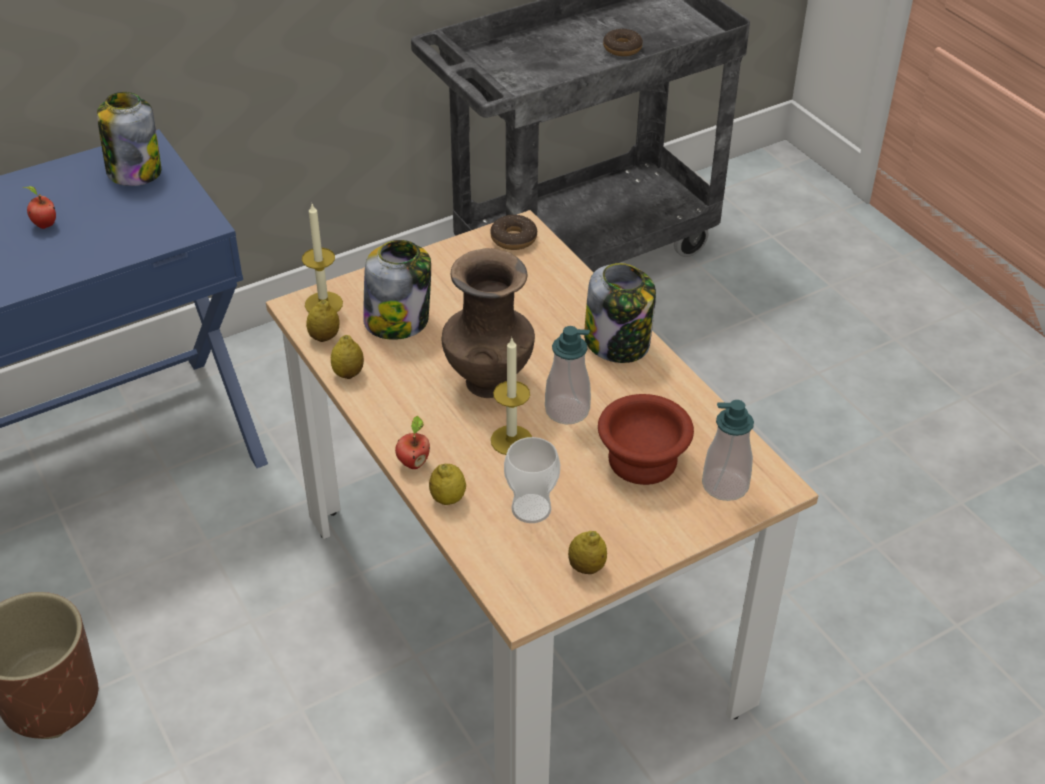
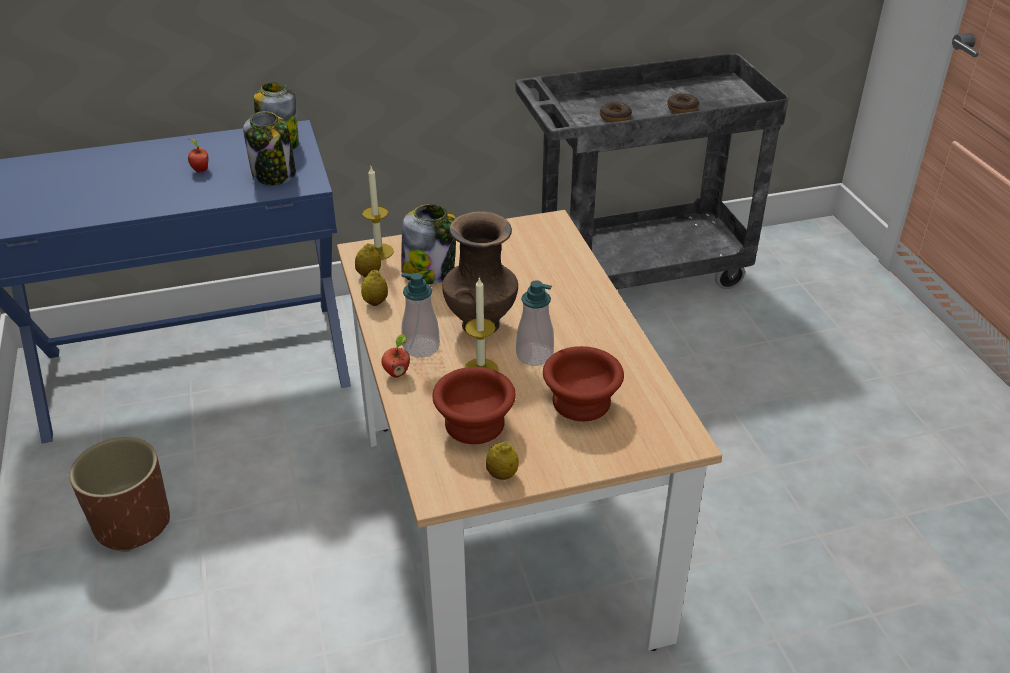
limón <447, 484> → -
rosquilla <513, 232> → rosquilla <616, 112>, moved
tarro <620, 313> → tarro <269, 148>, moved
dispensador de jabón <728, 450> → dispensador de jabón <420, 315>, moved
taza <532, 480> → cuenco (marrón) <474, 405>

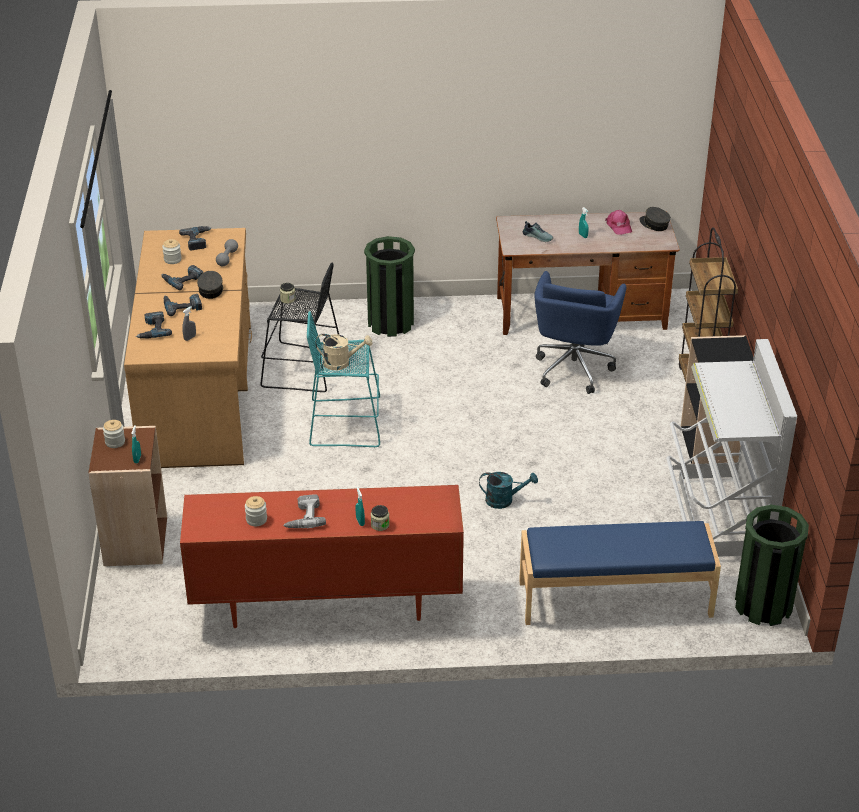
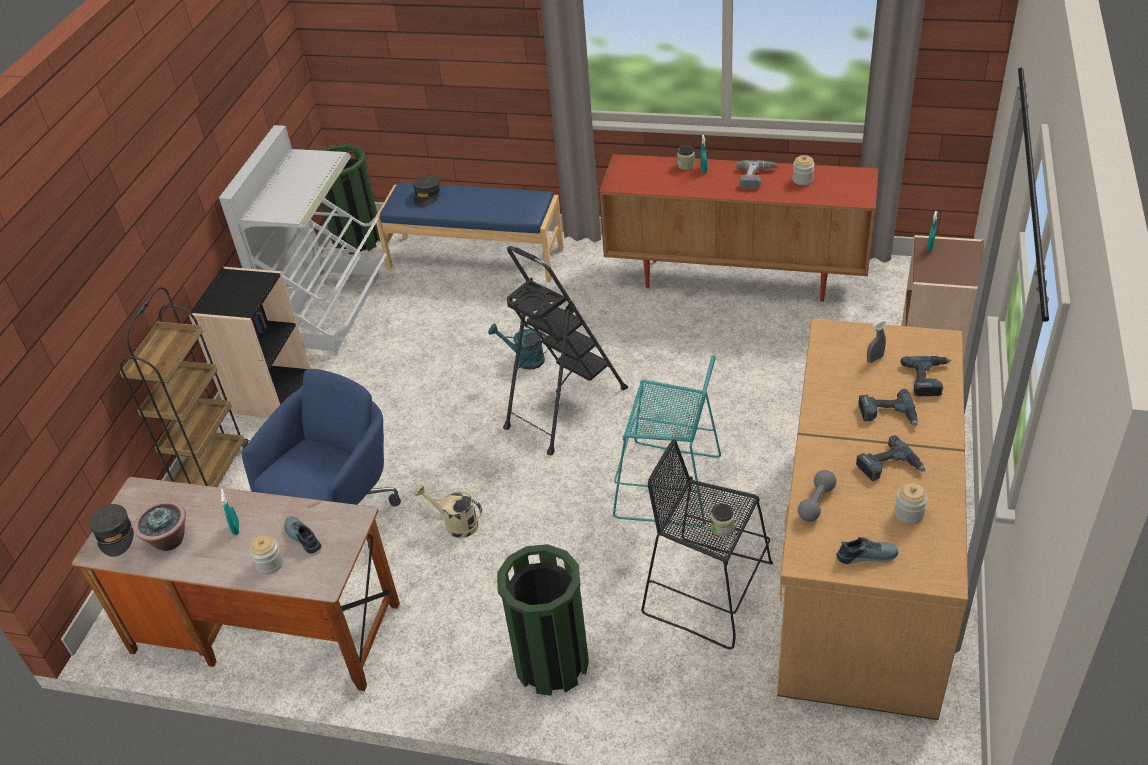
- → escalera de tijera <565, 350>
tarro <114, 434> → tarro <266, 554>, moved
gorra (gris) <210, 285> → gorra (gris) <426, 191>, moved
regadera (beis) <343, 352> → regadera (beis) <448, 511>, moved
taladro <195, 238> → zapato <867, 550>
gorra (rosa) <618, 222> → planta en maceta <160, 526>

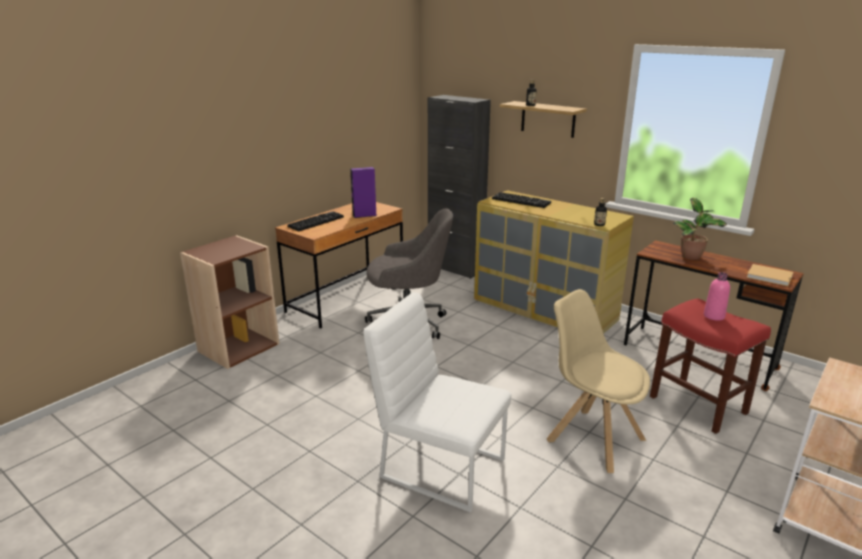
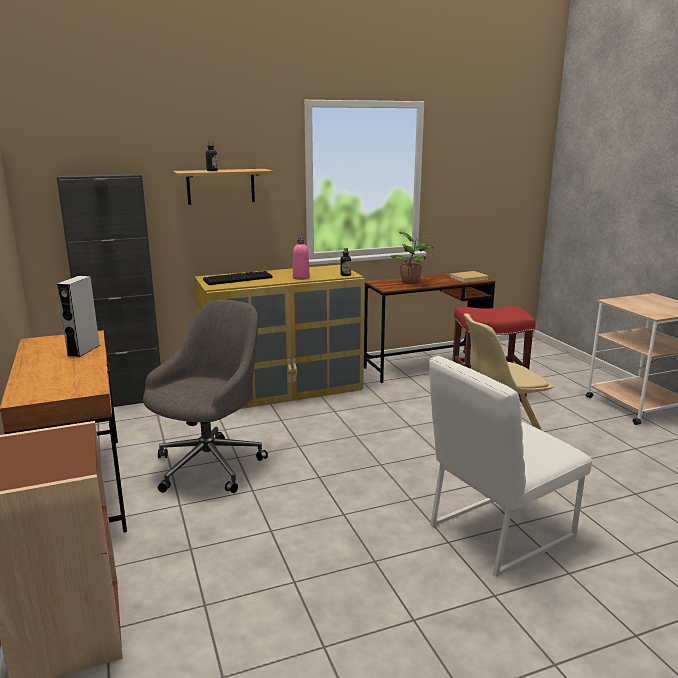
teclado <315, 221> → -
botella (rosa) <717, 296> → botella (rosa) <301, 259>, moved
altavoz (morado) <363, 192> → altavoz (gris) <78, 316>

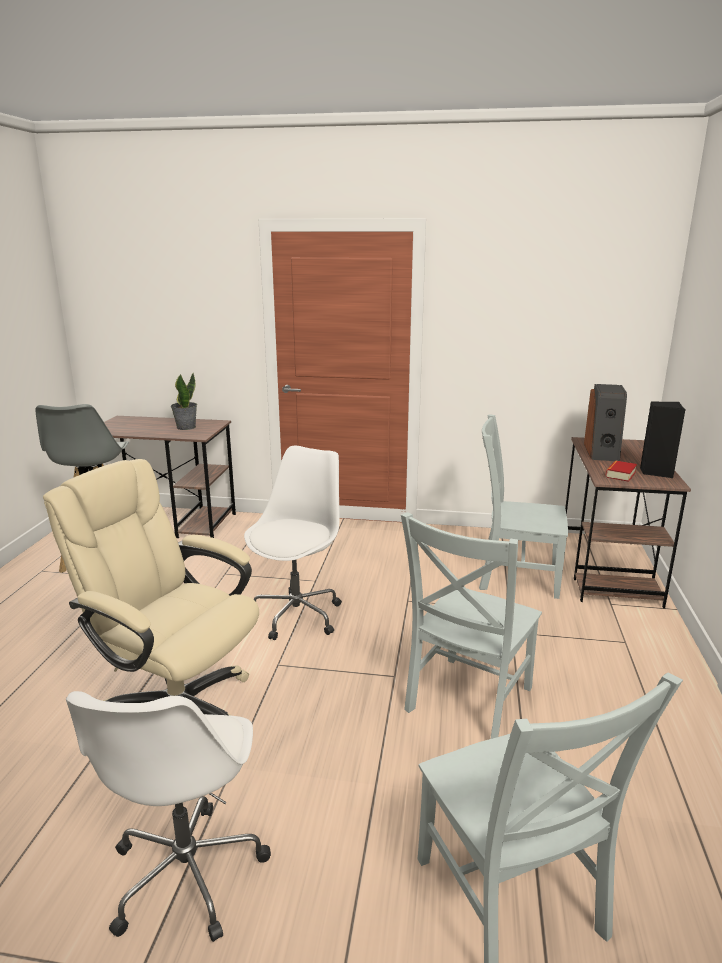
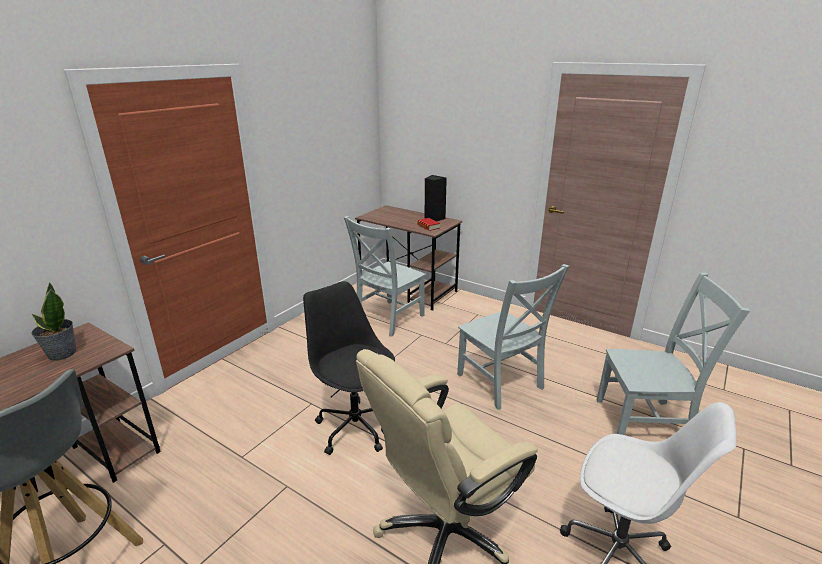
altavoz <605, 422> → -
silla de oficina (blanco) <293, 543> → silla de oficina (negro) <349, 368>

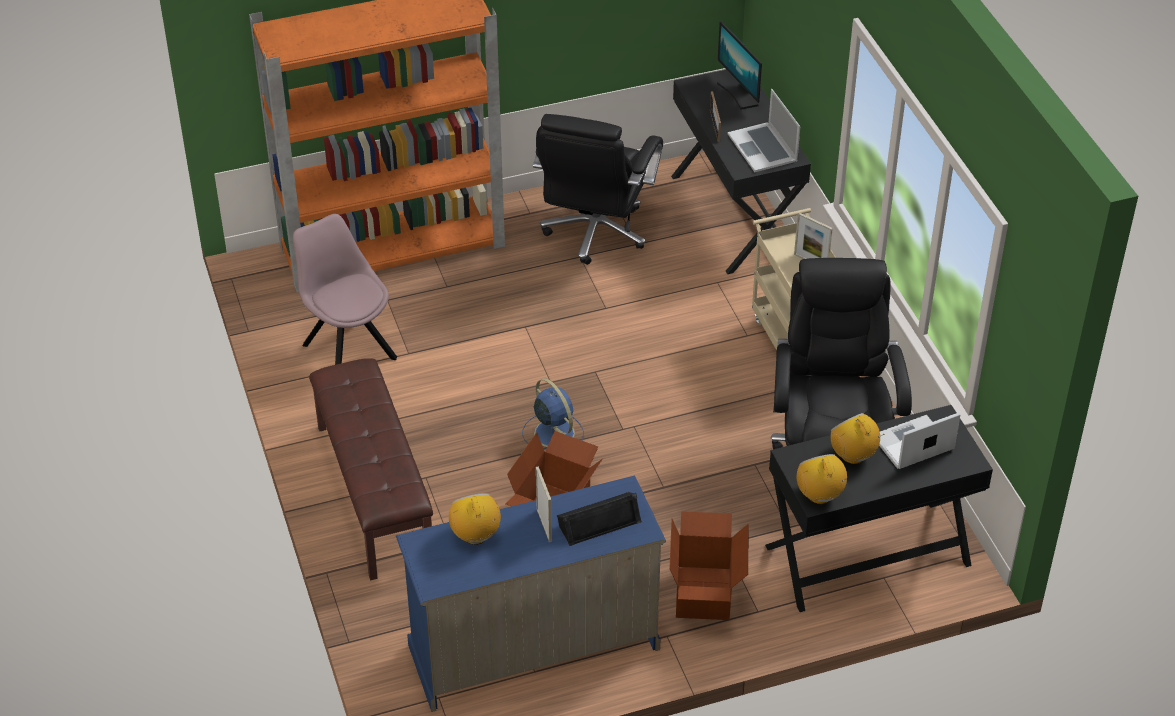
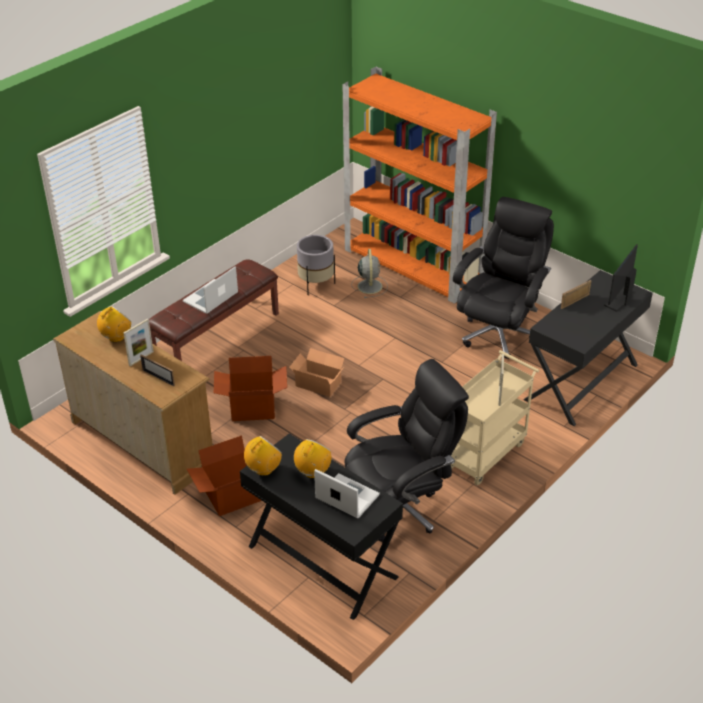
- → ventilador (gris) <369, 273>
portátil <764, 130> → portátil <210, 290>, moved
silla (rosa) <345, 289> → maceta (gris) <316, 265>
ventilador (azul) <553, 413> → caja de cartón <317, 372>
altavoz (negro) <599, 519> → portarretratos <157, 370>
armario (azul) <531, 593> → armario (marrón) <133, 403>
silla de oficina (negro) <598, 189> → silla de oficina (negro) <503, 278>, 135 degrees clockwise

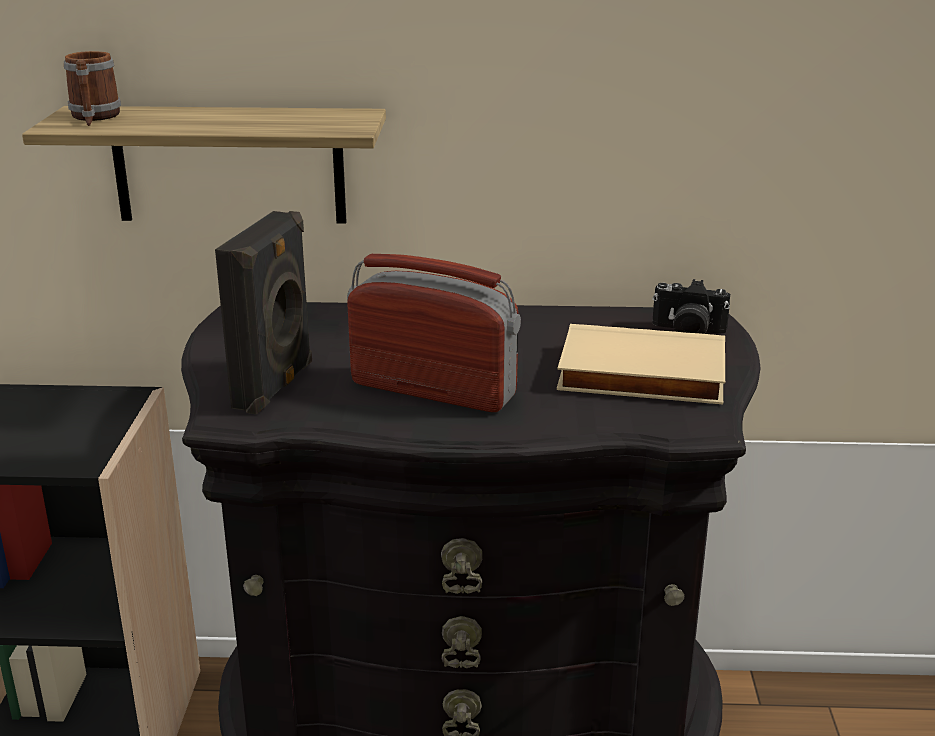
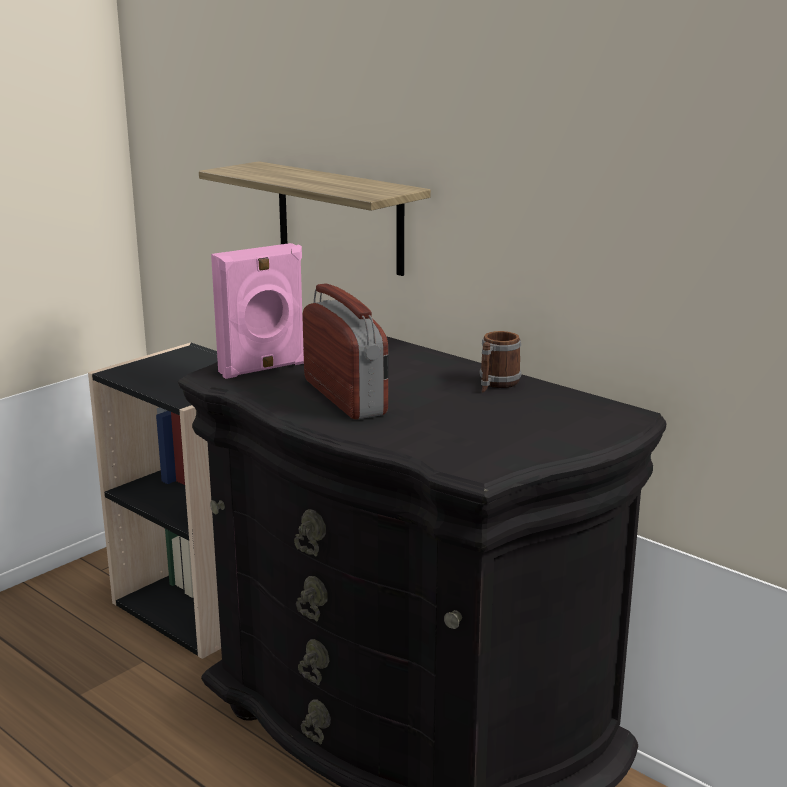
libro (beis) <641, 364> → -
cámara <691, 306> → -
taza grande <92, 88> → taza grande <500, 362>, moved
altavoz (negro) <263, 313> → altavoz (rosa) <257, 311>

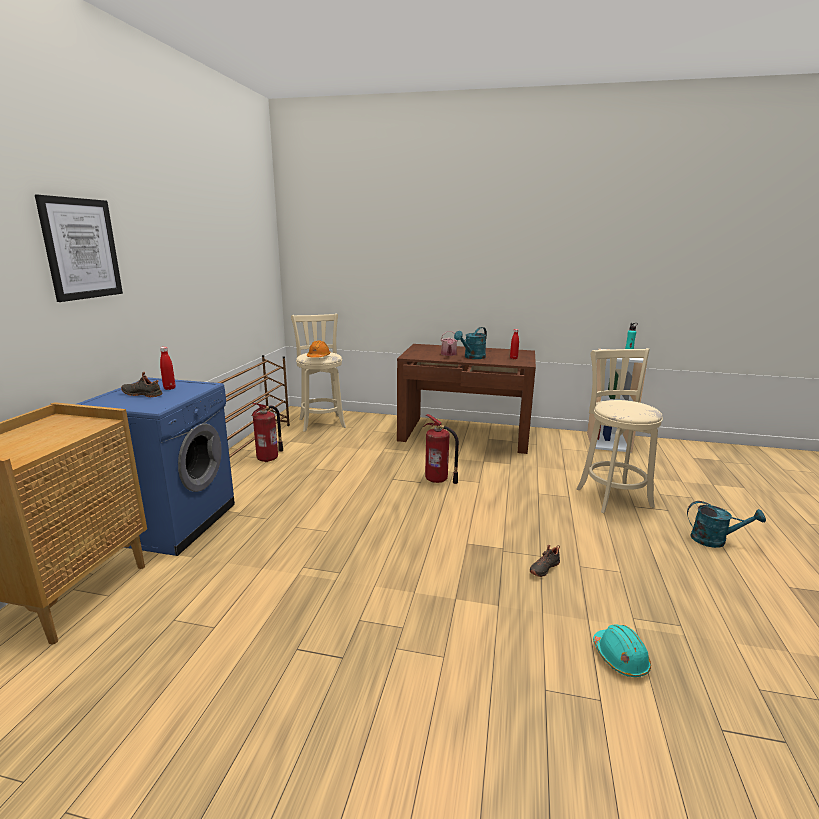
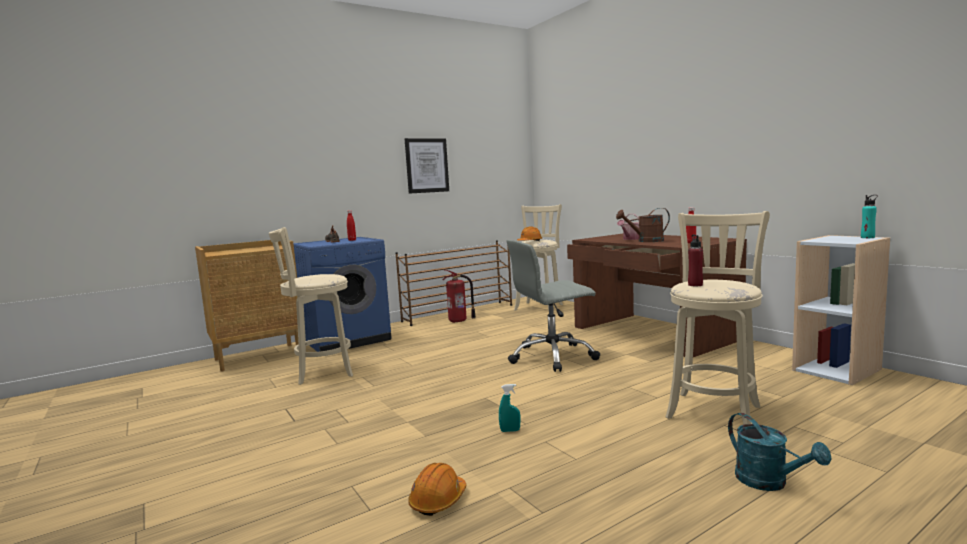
- → taburete (beis) <311, 306>
- → botella (rojo) <695, 260>
cuadro <79, 248> → cuadro <427, 166>, moved
extintor <441, 449> → silla de oficina (gris) <554, 306>
zapato (negro) <545, 561> → pulverizador (turquesa) <509, 408>
regadera (turquesa) <470, 343> → regadera (marrón) <643, 225>
casco (turquesa) <622, 650> → casco (naranja) <437, 489>

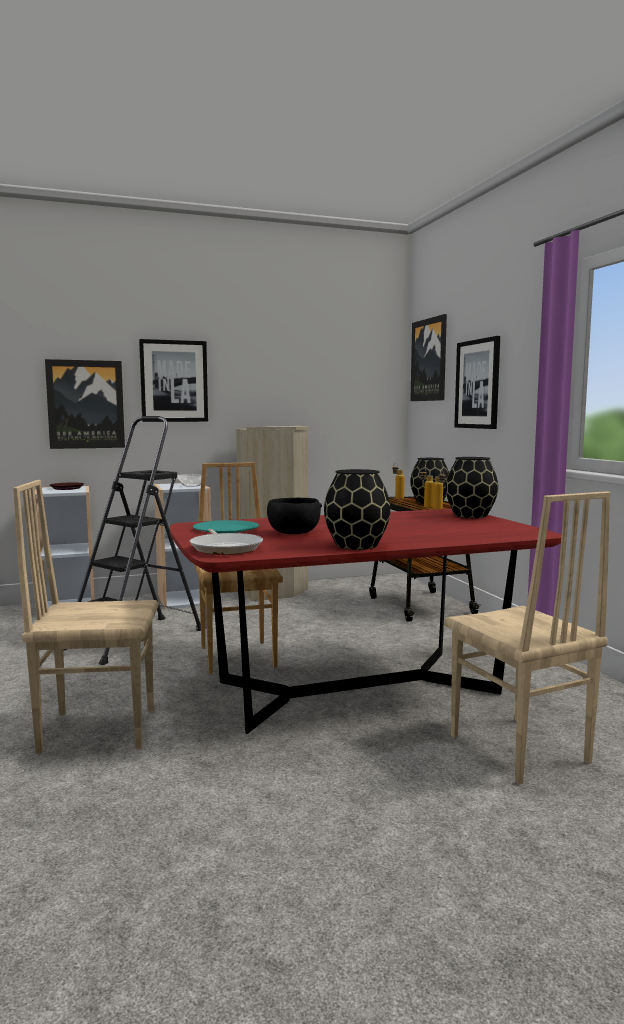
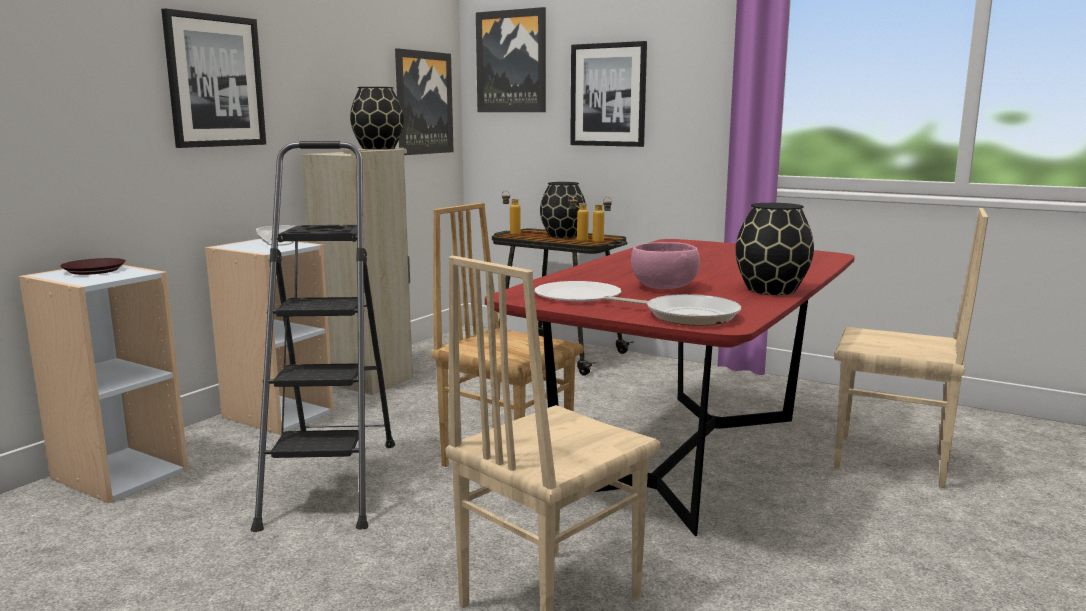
cuadro <85, 404> → cuadro <424, 101>, moved
florero (negro) <472, 487> → florero (negro) <377, 118>, moved
plato (turquesa) <226, 526> → plato (blanco) <577, 291>
cuenco (negro) <294, 516> → cuenco (rosa) <665, 265>

